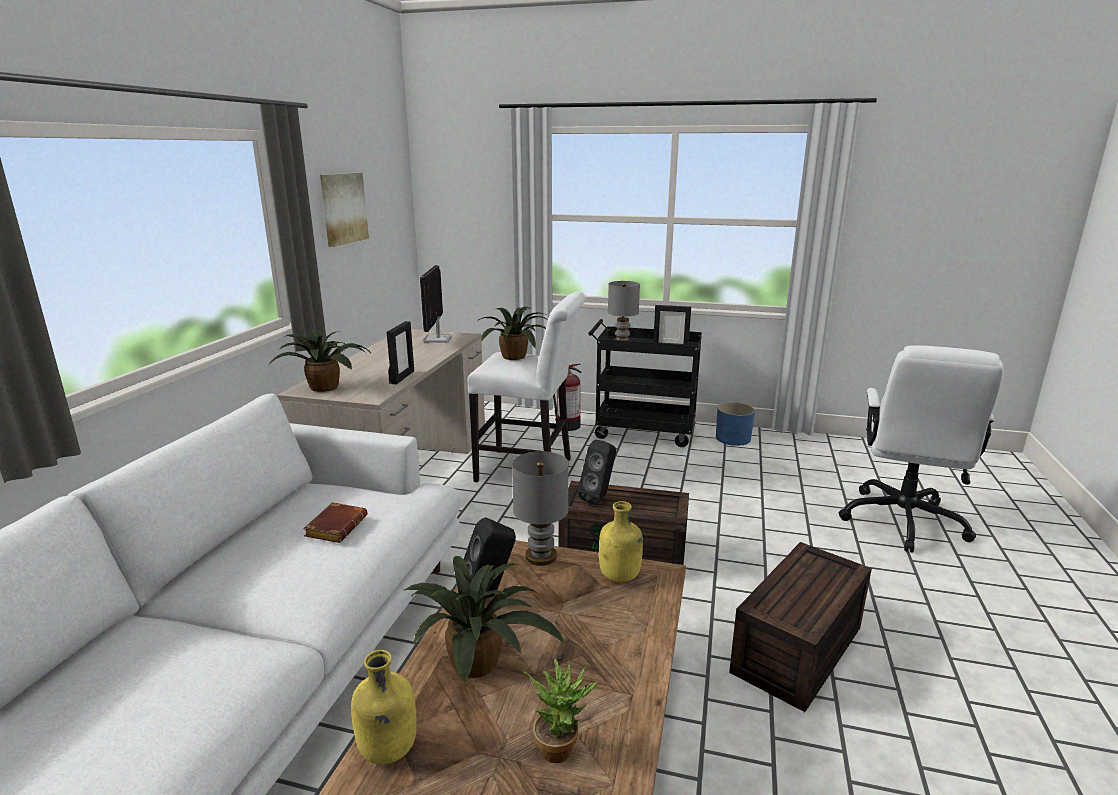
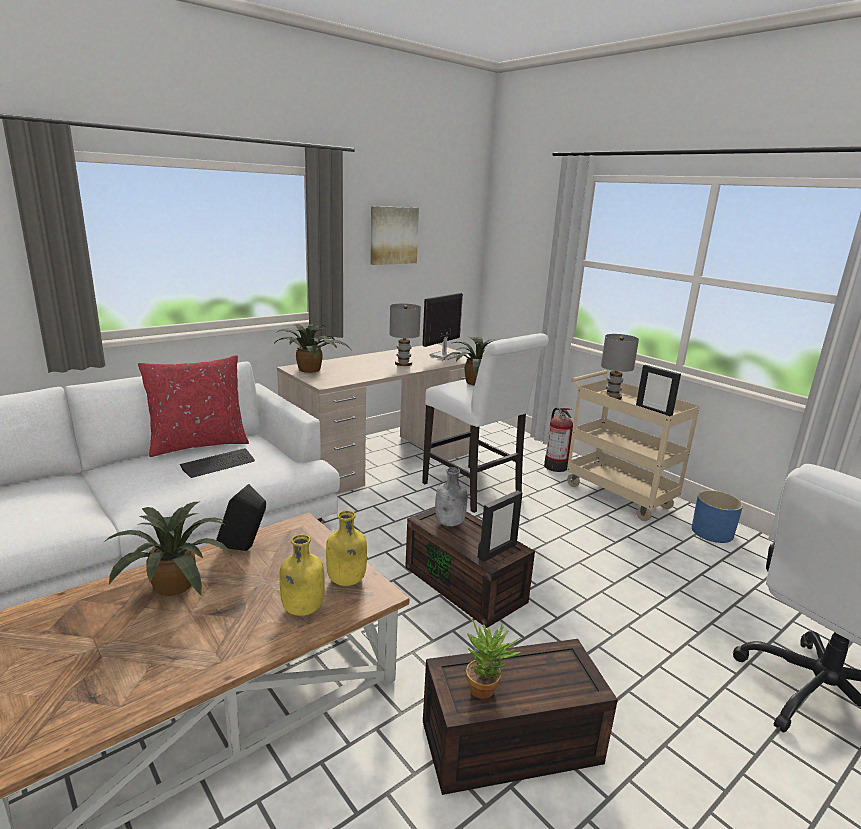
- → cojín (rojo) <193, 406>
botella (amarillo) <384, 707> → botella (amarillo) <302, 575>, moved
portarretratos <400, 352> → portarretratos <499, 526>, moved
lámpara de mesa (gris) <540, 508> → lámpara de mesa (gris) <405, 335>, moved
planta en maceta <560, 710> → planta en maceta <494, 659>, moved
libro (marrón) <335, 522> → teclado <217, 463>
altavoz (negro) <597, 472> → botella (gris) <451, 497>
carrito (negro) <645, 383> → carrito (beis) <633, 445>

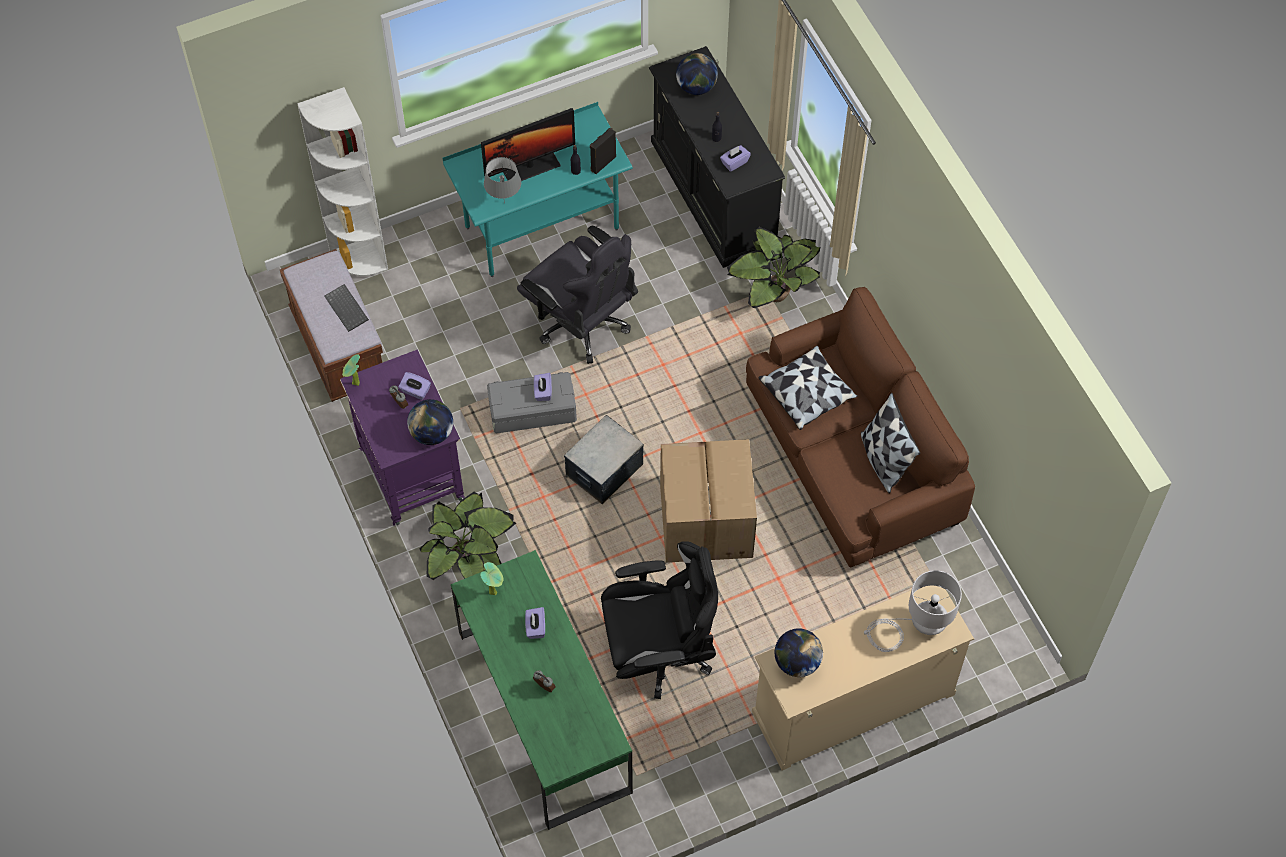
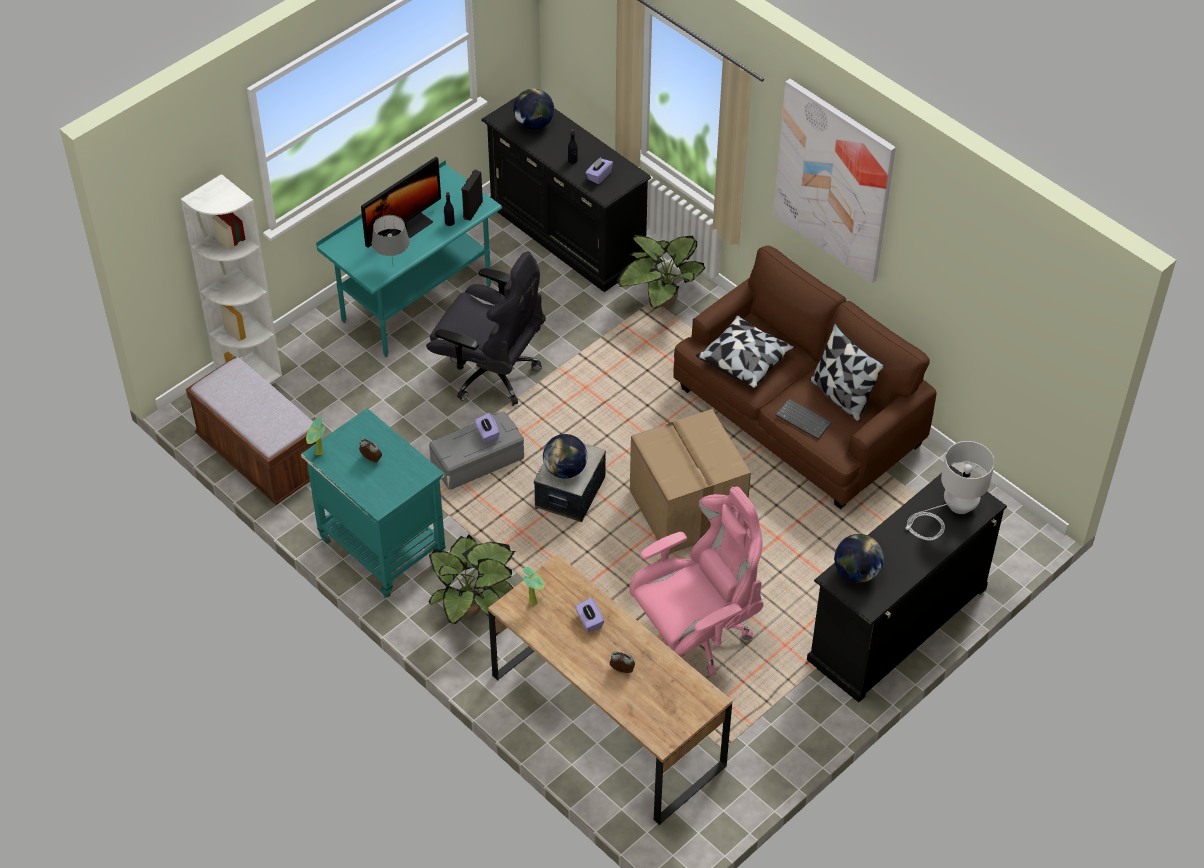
caja de pañuelos (morado) <415, 386> → -
- → cuadro <834, 181>
teclado <346, 308> → teclado <804, 418>, moved
globo terráqueo <430, 422> → globo terráqueo <565, 456>, moved
carrito (morado) <402, 438> → carrito (turquesa) <373, 503>
escritorio (verde) <542, 690> → escritorio (marrón) <610, 689>
silla de oficina (negro) <659, 620> → silla de oficina (rosa) <696, 581>
armario (beis) <863, 678> → armario (negro) <907, 583>

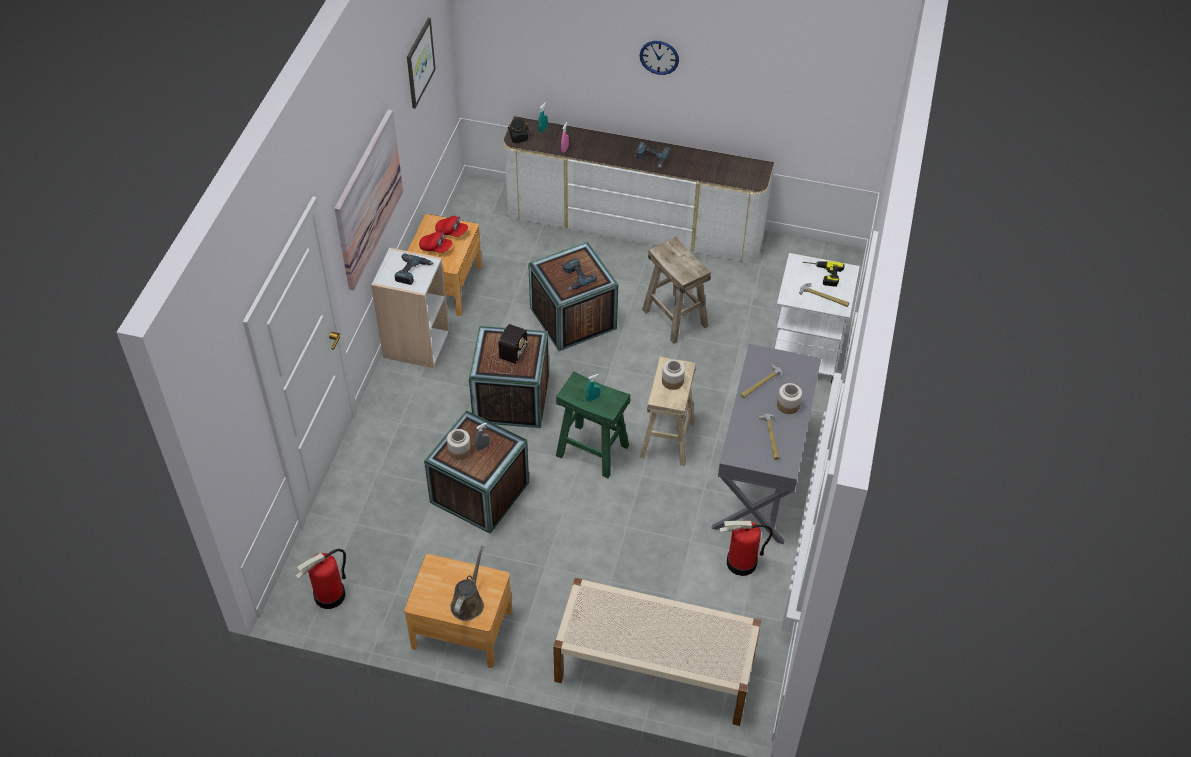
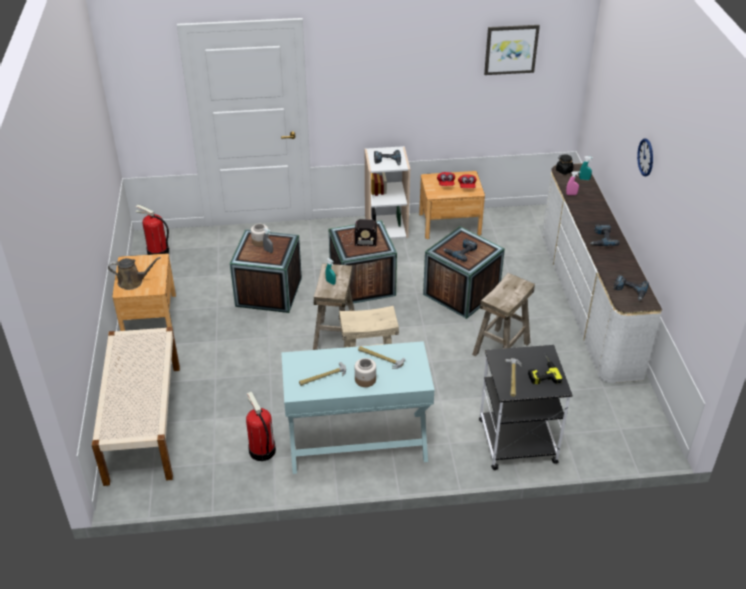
cuadro <368, 199> → -
tarro <673, 375> → -
- → taladro <631, 288>
taburete (verde) <593, 425> → taburete (beis) <334, 306>
escritorio (gris) <766, 444> → escritorio (turquesa) <358, 407>
carrito (blanco) <816, 318> → carrito (negro) <526, 407>

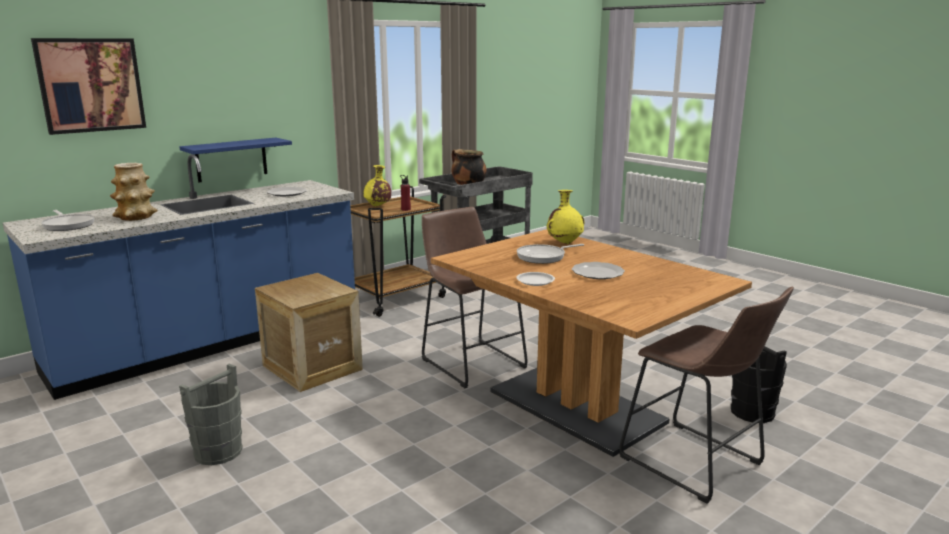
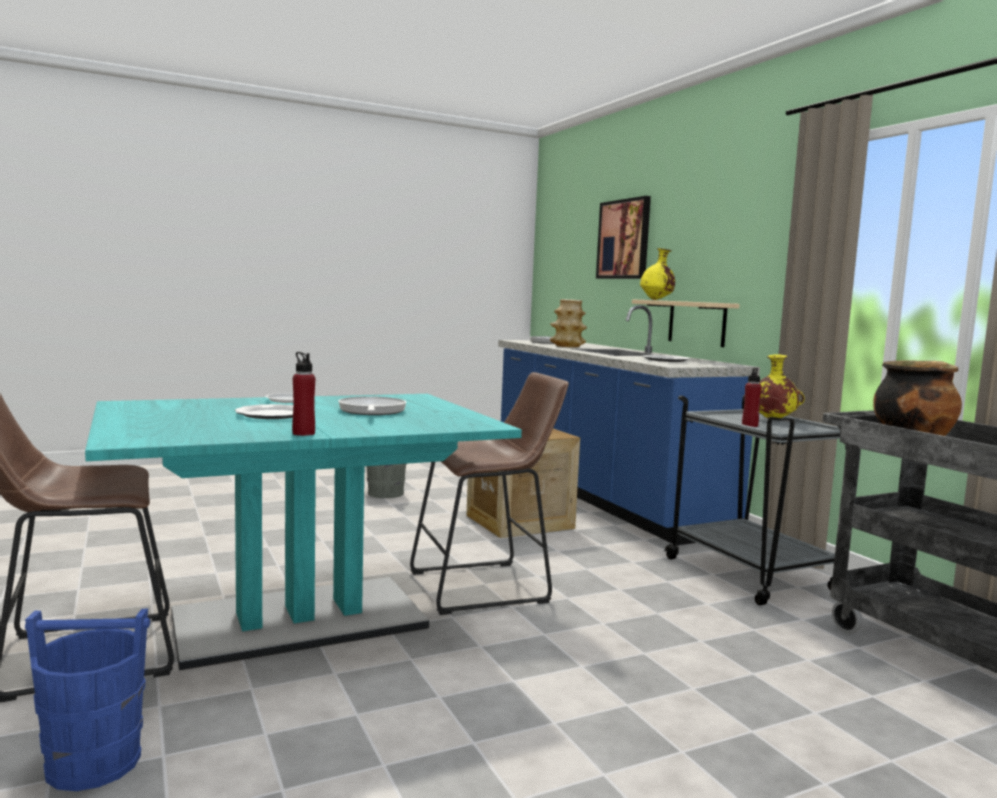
- → botella (rojo) <303, 394>
florero (amarillo) <566, 217> → florero (amarillo) <657, 274>, moved
estante (azul) <235, 160> → estante (beis) <686, 323>
carrito (marrón) <398, 251> → carrito (gris) <752, 499>
mesa de comedor (marrón) <591, 343> → mesa de comedor (turquesa) <303, 532>
cubo (negro) <759, 384> → cubo (azul) <87, 699>

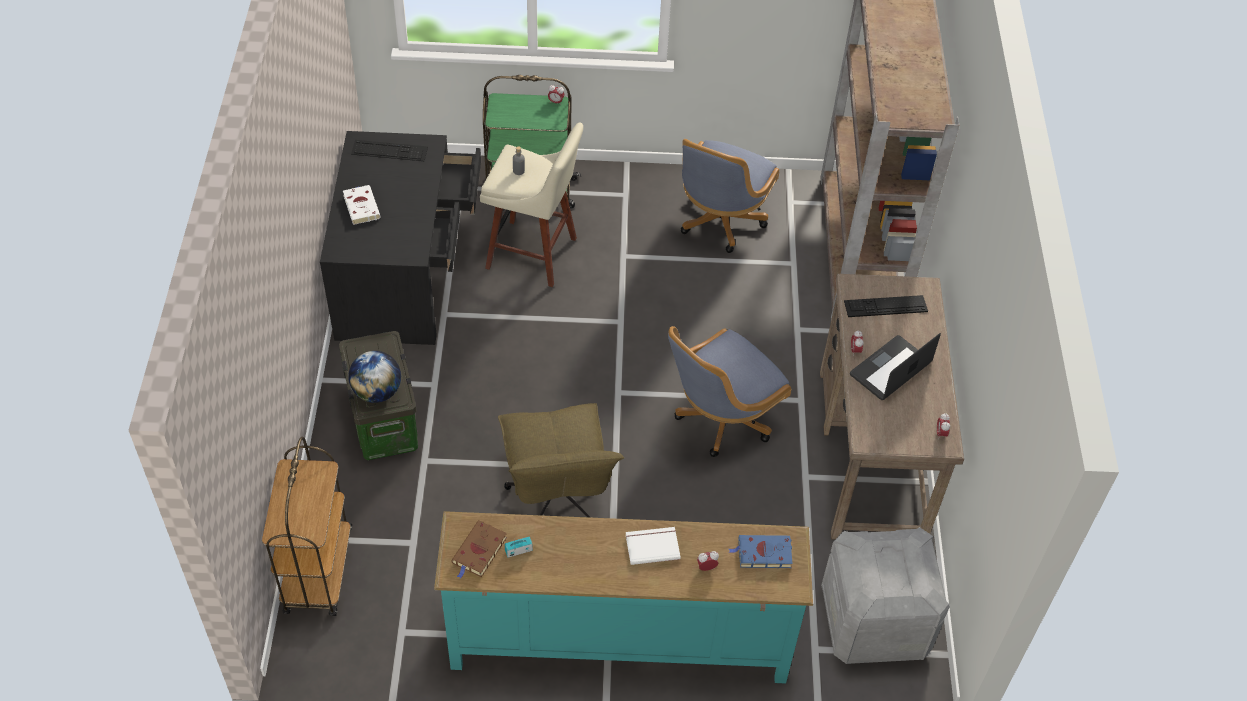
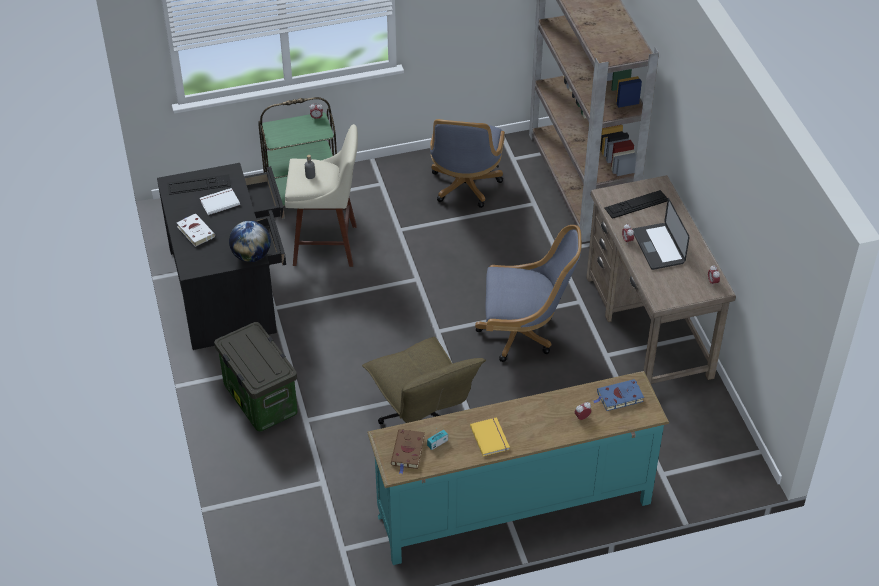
carrito (marrón) <307, 526> → -
caja de almacenaje (gris) <885, 595> → -
- → libro (amarillo) <490, 437>
globo terráqueo <374, 377> → globo terráqueo <250, 241>, moved
libro (blanco) <653, 546> → libro (blanco) <220, 201>, moved
silla de oficina (azul) <729, 391> → silla de oficina (azul) <528, 293>, 120 degrees counterclockwise
portátil <895, 366> → portátil <661, 234>, 45 degrees counterclockwise

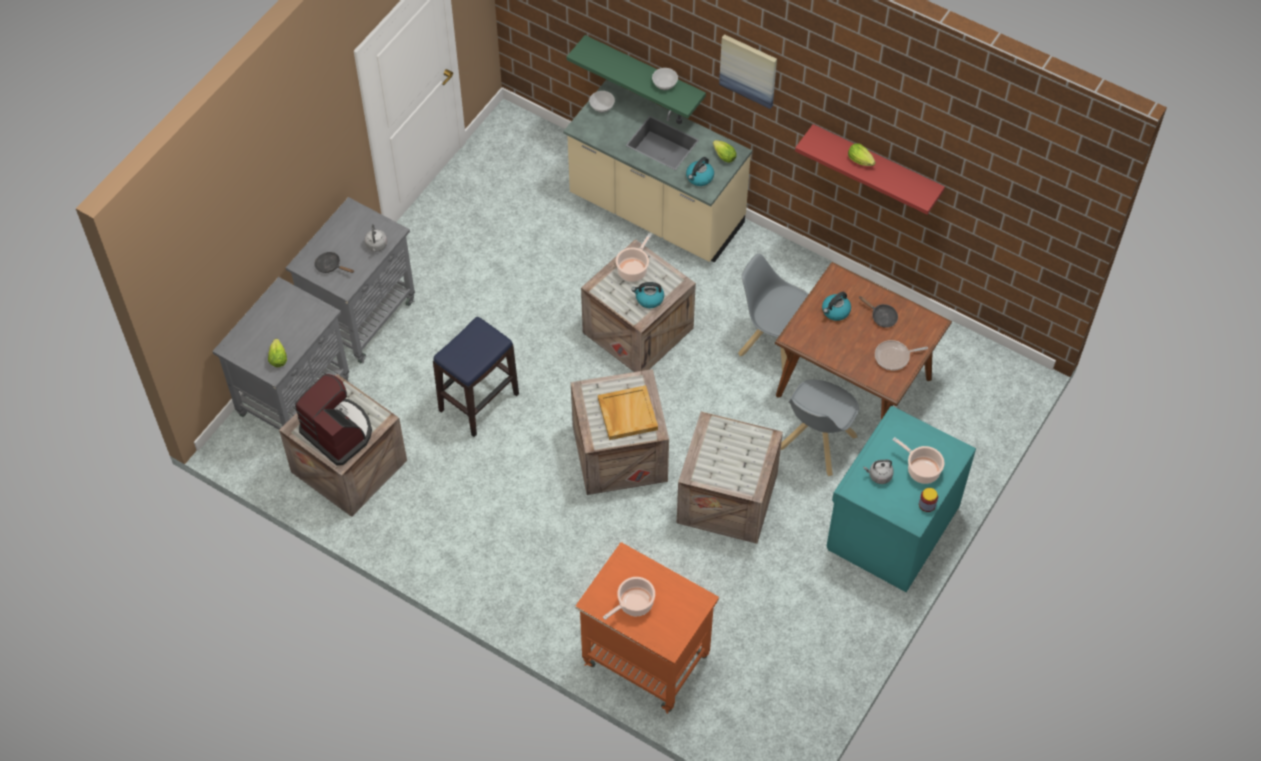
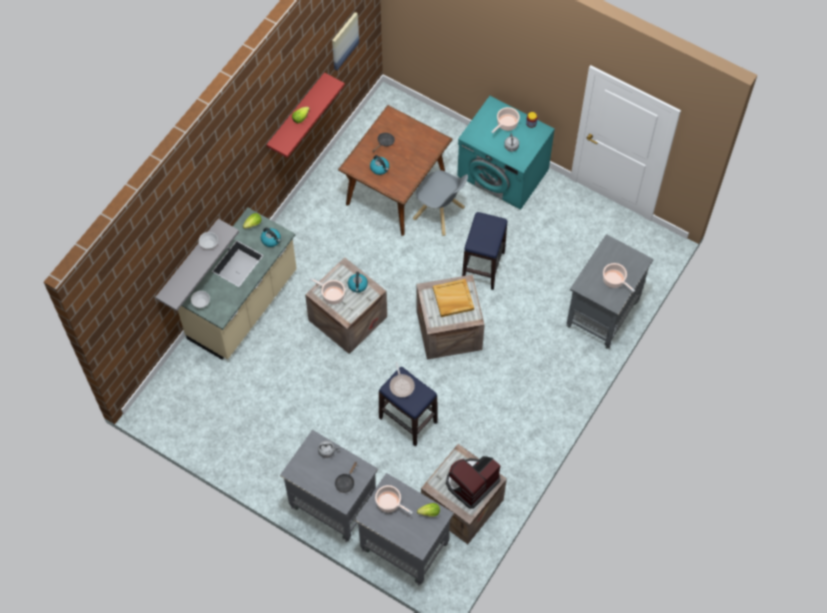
silla (gris) <773, 313> → -
- → olla <394, 499>
cuadro <748, 71> → cuadro <345, 41>, moved
sartén <901, 355> → sartén <402, 380>, moved
caja de embalaje <730, 478> → taburete <485, 251>
estante (verde) <636, 77> → estante (gris) <197, 265>
carrito (naranja) <647, 628> → carrito (gris) <610, 291>

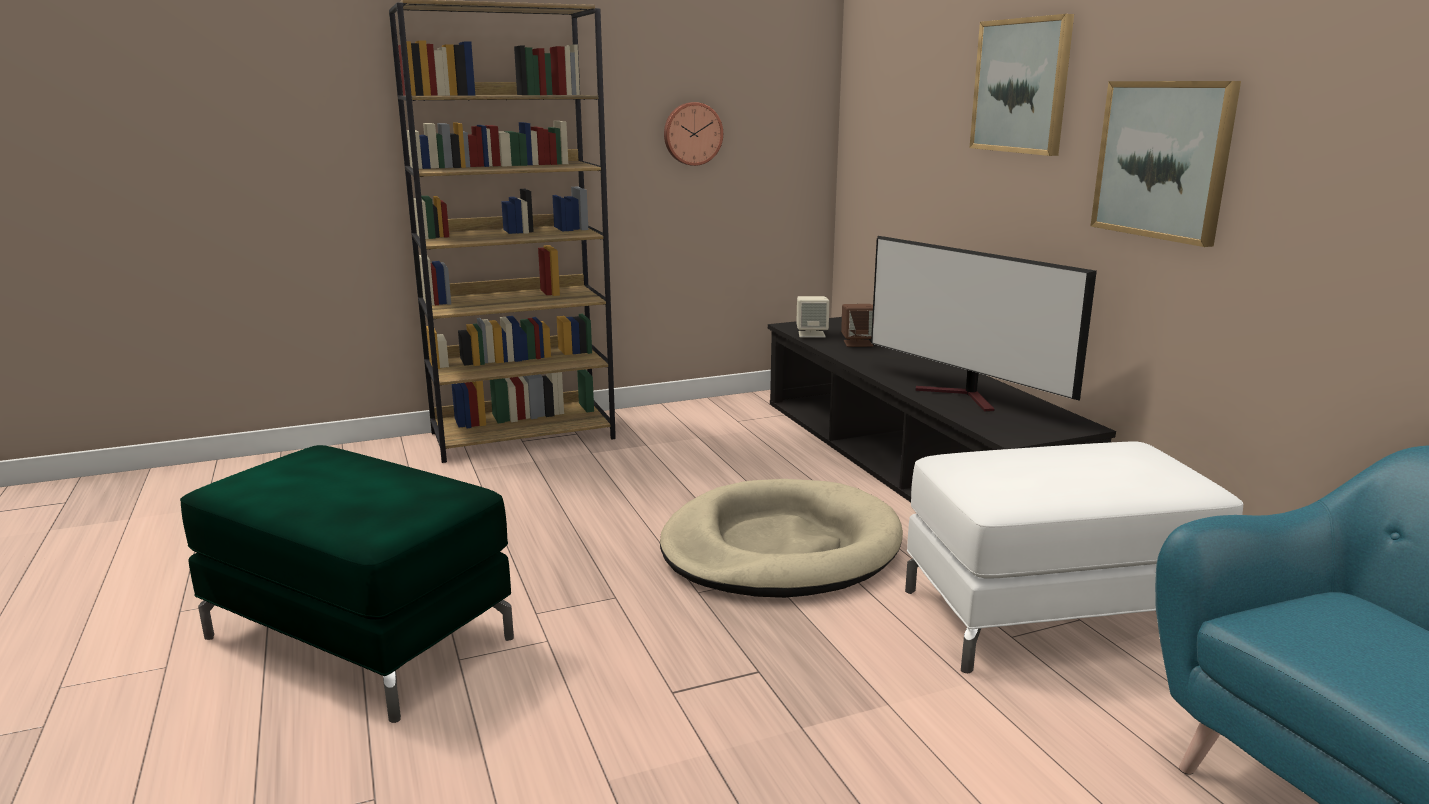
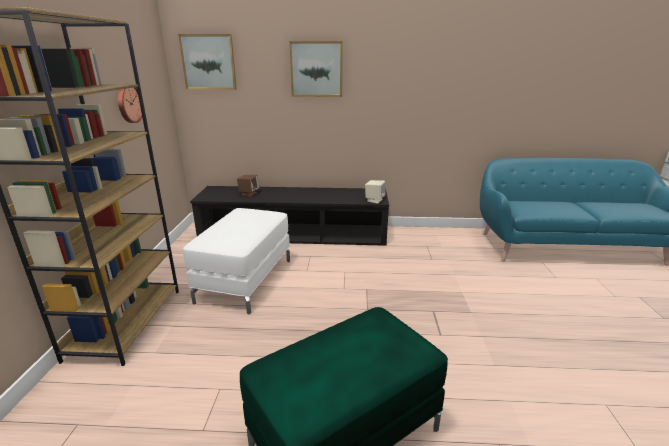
cama para perro (beis) <781, 538> → -
televisor <984, 324> → -
altavoz (beis) <812, 317> → altavoz (beis) <375, 191>, moved
puf (blanco) <1074, 557> → puf (blanco) <236, 261>, moved
cuadro <1166, 164> → cuadro <207, 62>, moved

